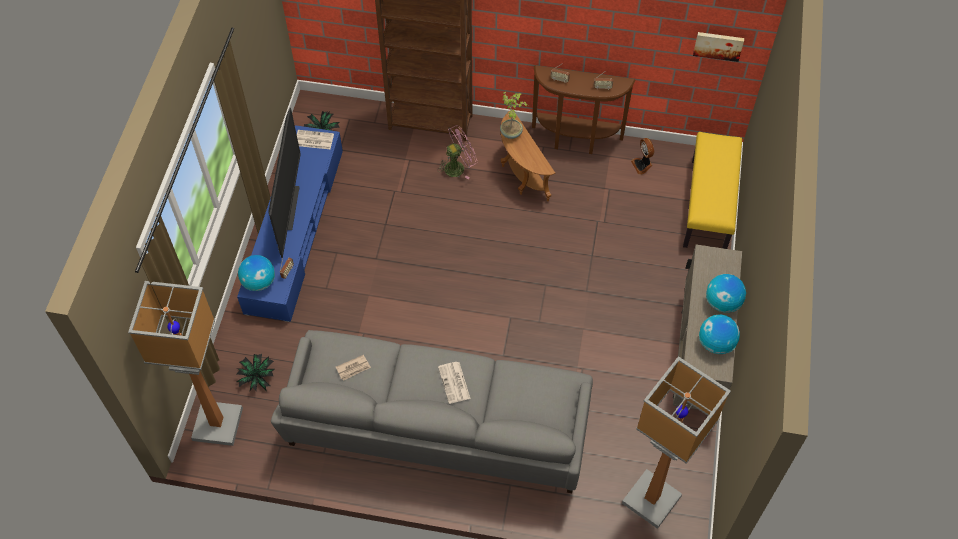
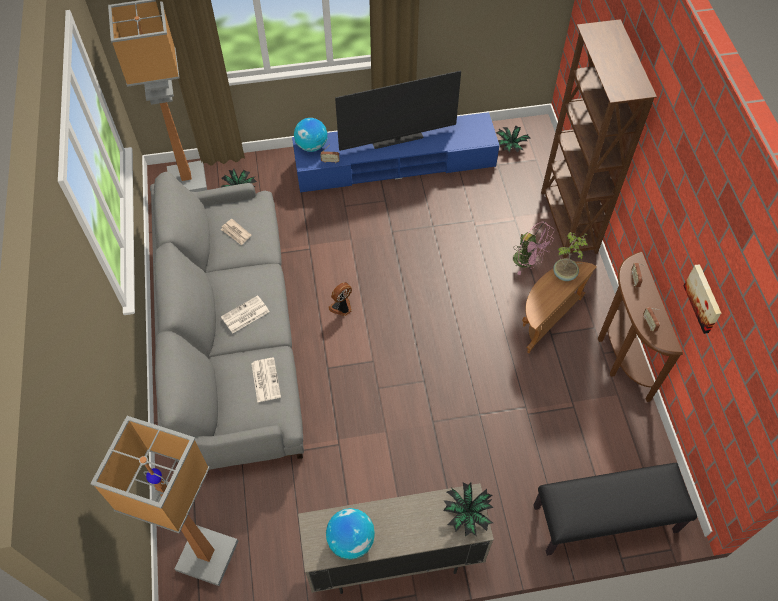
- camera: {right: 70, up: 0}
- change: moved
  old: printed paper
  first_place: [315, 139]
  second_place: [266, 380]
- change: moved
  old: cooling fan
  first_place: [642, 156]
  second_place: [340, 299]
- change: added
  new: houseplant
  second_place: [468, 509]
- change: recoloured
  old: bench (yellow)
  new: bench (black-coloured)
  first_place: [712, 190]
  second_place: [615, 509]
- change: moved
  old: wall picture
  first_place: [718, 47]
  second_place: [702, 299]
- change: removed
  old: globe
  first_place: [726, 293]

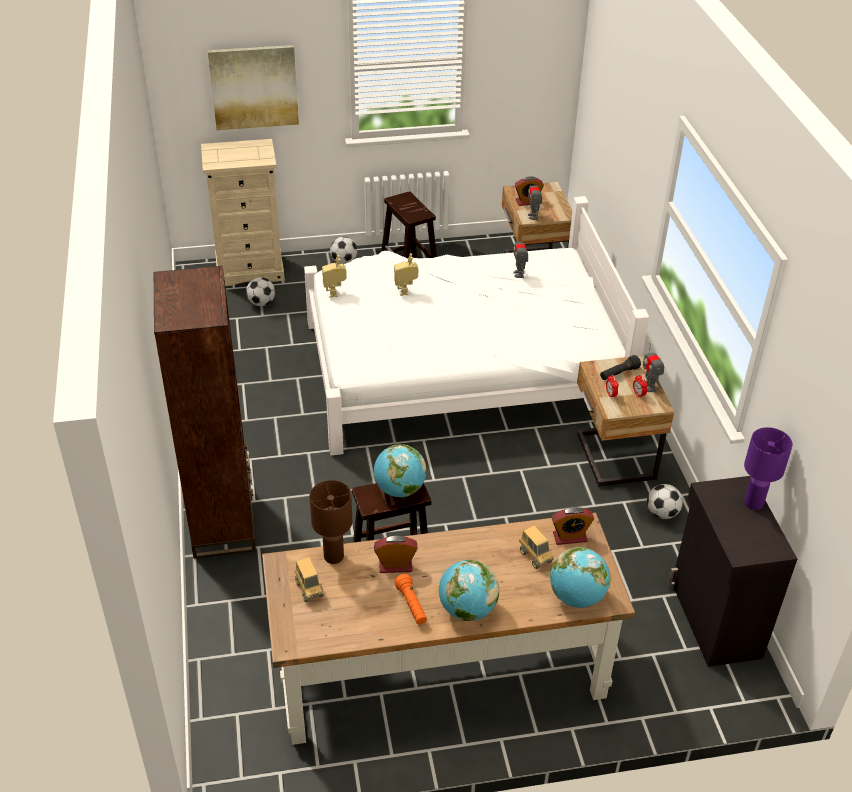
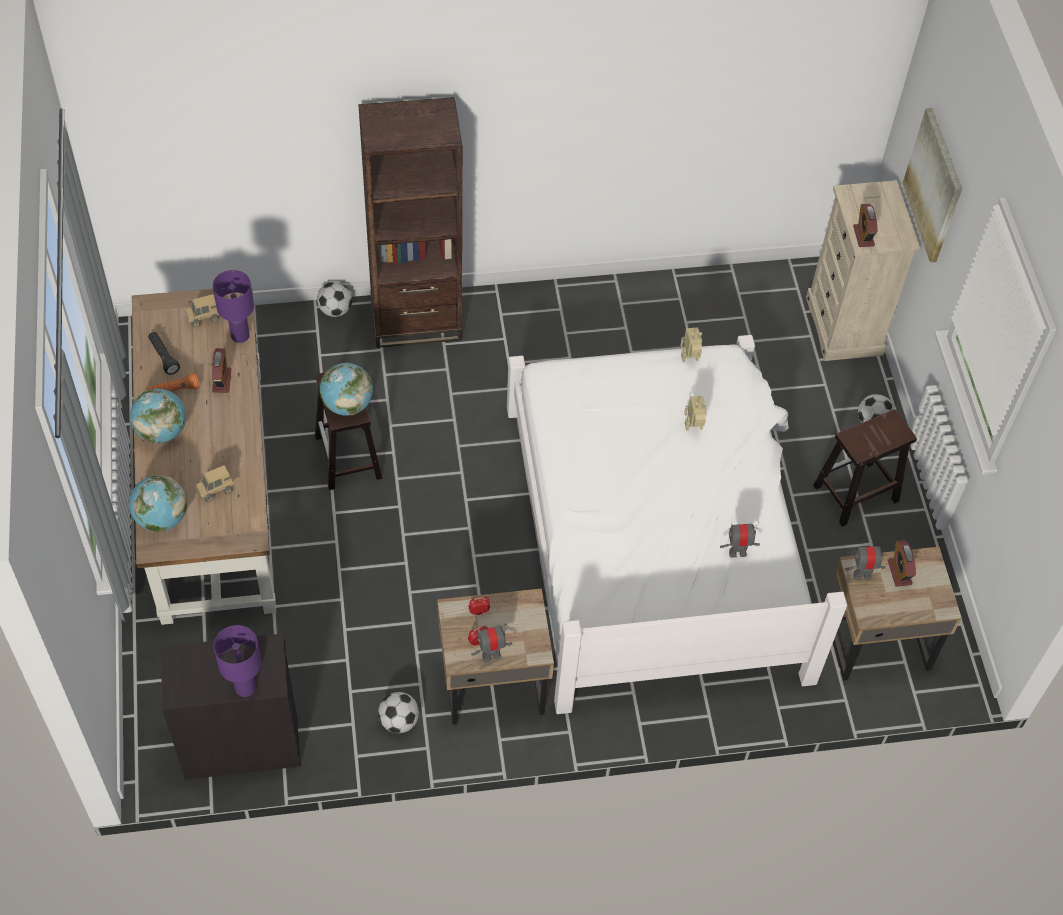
- camera: {right: 90, up: 15}
- change: moved
  old: hand torch (black-coloured)
  first_place: [620, 367]
  second_place: [164, 353]
- change: recoloured
  old: tabletop lamp (brown-coloured)
  new: tabletop lamp (purplish)
  first_place: [331, 522]
  second_place: [233, 306]
- change: moved
  old: ball for football
  first_place: [260, 291]
  second_place: [334, 299]
- change: moved
  old: table clock
  first_place: [573, 526]
  second_place: [865, 225]

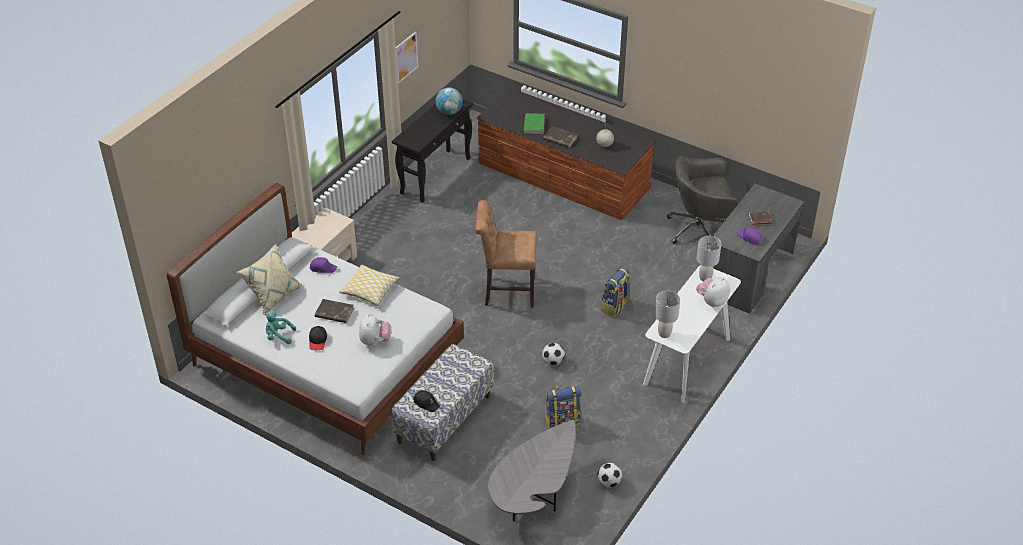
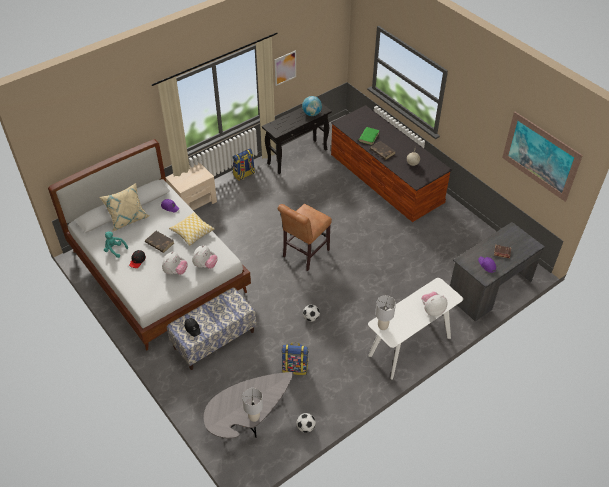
- camera: {right: 20, up: 5}
- change: added
  new: cuddly toy
  second_place: [205, 257]
- change: moved
  old: rucksack
  first_place: [616, 292]
  second_place: [243, 165]
- change: moved
  old: tabletop lamp (grey)
  first_place: [708, 259]
  second_place: [252, 405]
- change: turned
  old: upright chair (brown-coloured)
  first_place: [506, 253]
  second_place: [305, 237]
  degrees: -75
- change: added
  new: wall picture
  second_place: [542, 157]
- change: removed
  old: computer chair (grey)
  first_place: [702, 200]

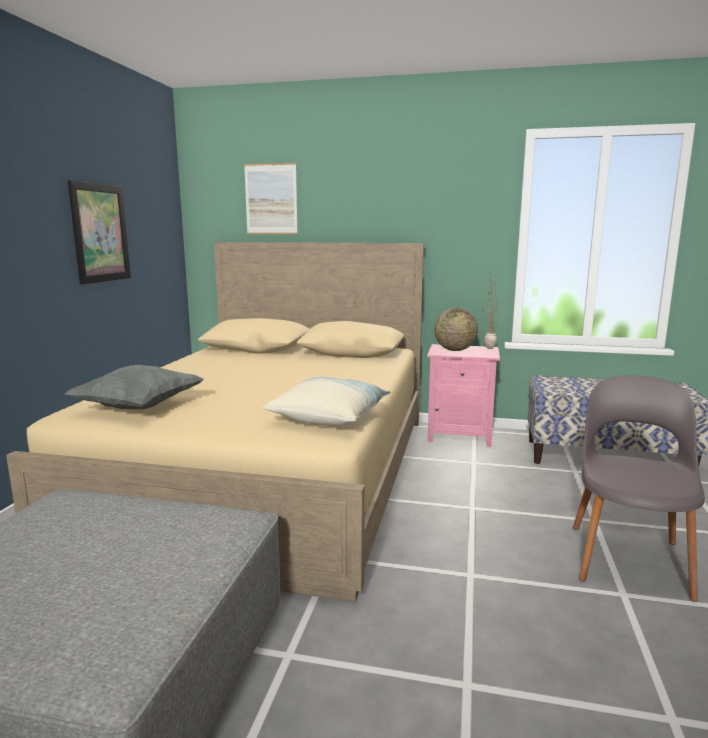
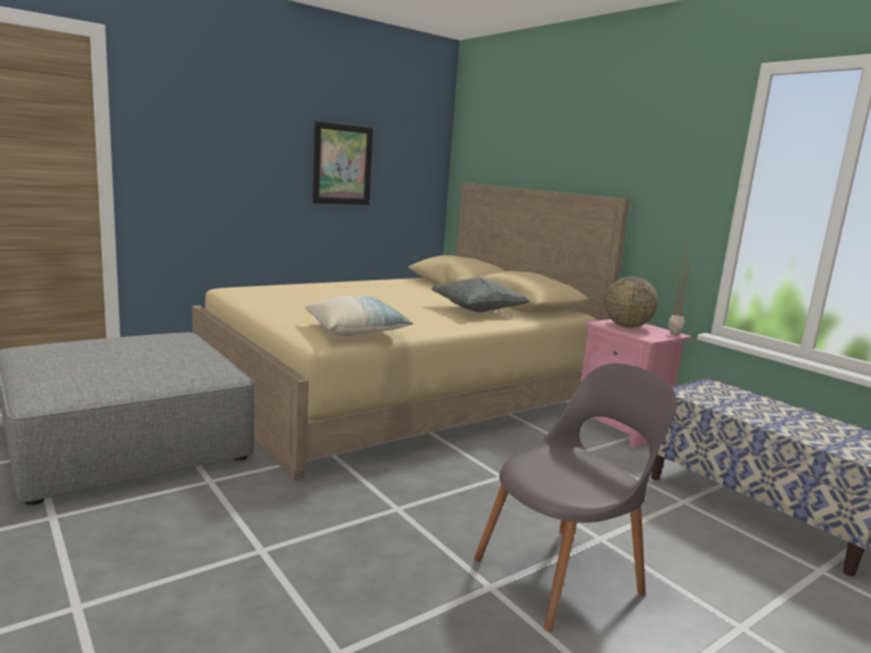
- camera: {right: 40, up: 0}
- change: moved
  old: cushion (grey)
  first_place: [134, 387]
  second_place: [480, 295]
- change: removed
  old: wall picture
  first_place: [271, 198]

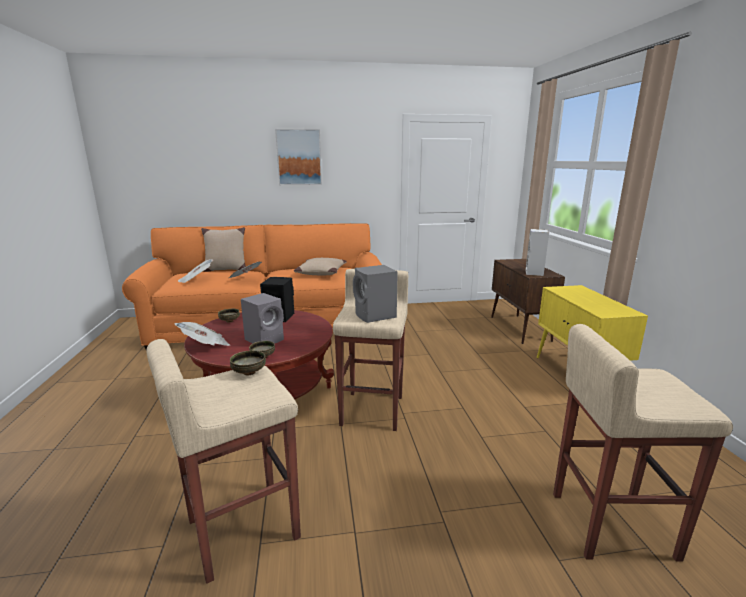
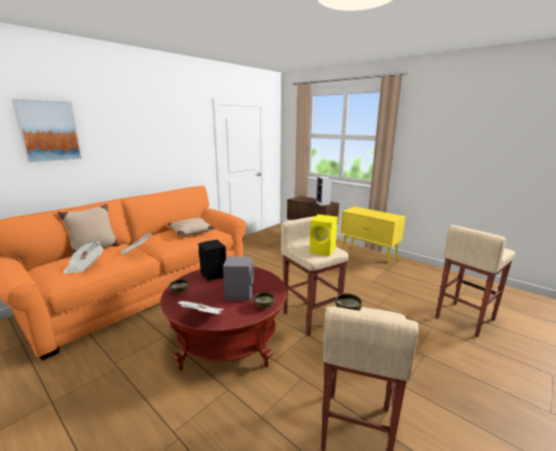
- camera: {right: -40, up: 0}
- change: moved
  old: wall picture
  first_place: [298, 157]
  second_place: [47, 131]
- change: recoloured
  old: audio speaker (grey)
  new: audio speaker (yellow)
  first_place: [375, 294]
  second_place: [324, 235]

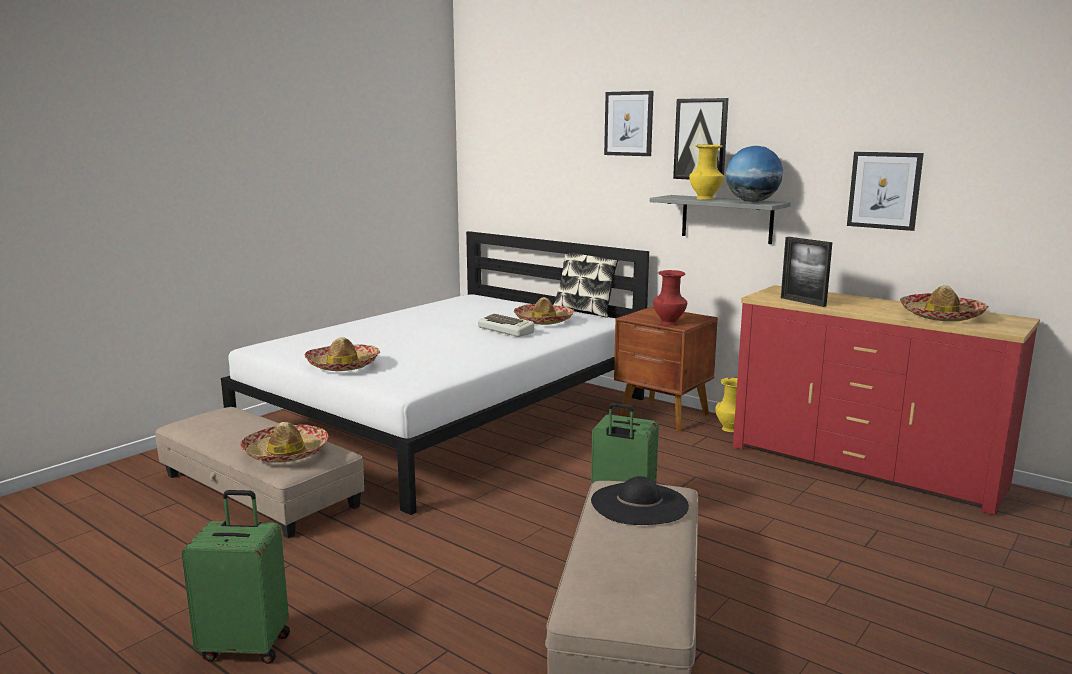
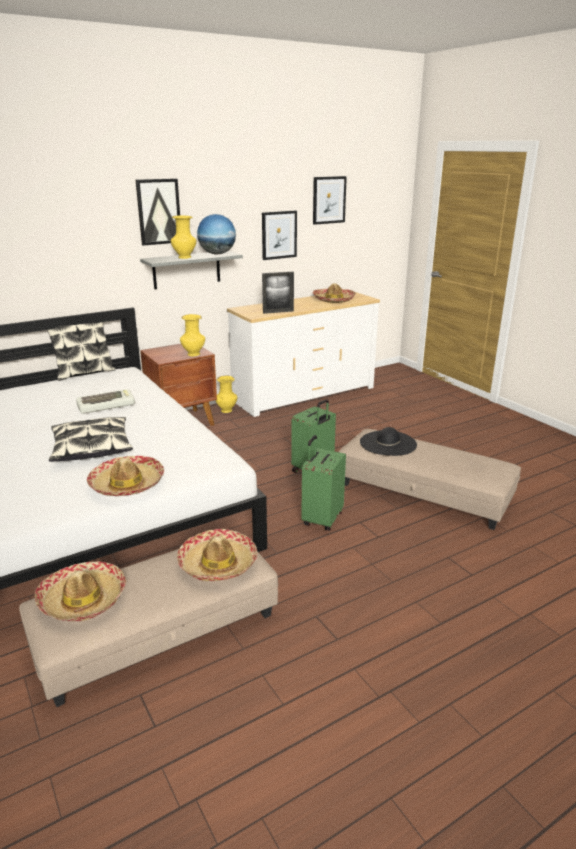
- camera: {right: -70, up: 10}
- change: moved
  old: hat
  first_place: [544, 311]
  second_place: [80, 591]
- change: added
  new: cushion
  second_place: [91, 439]
- change: recoloured
  old: vase (reddish)
  new: vase (yellow)
  first_place: [670, 297]
  second_place: [192, 335]
- change: recoloured
  old: drawer chest (reddish)
  new: drawer chest (whitish)
  first_place: [886, 400]
  second_place: [303, 354]
- change: moved
  old: piece of luggage (green)
  first_place: [236, 577]
  second_place: [323, 483]
- change: moved
  old: wall picture
  first_place: [629, 123]
  second_place: [330, 200]

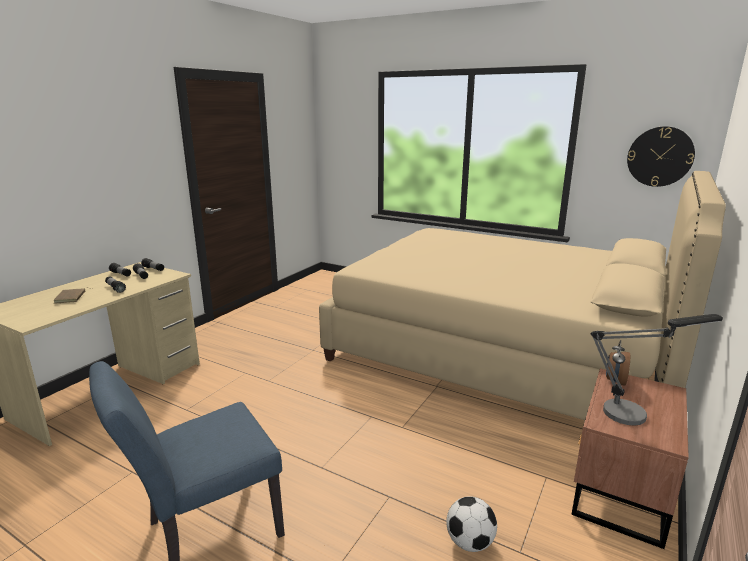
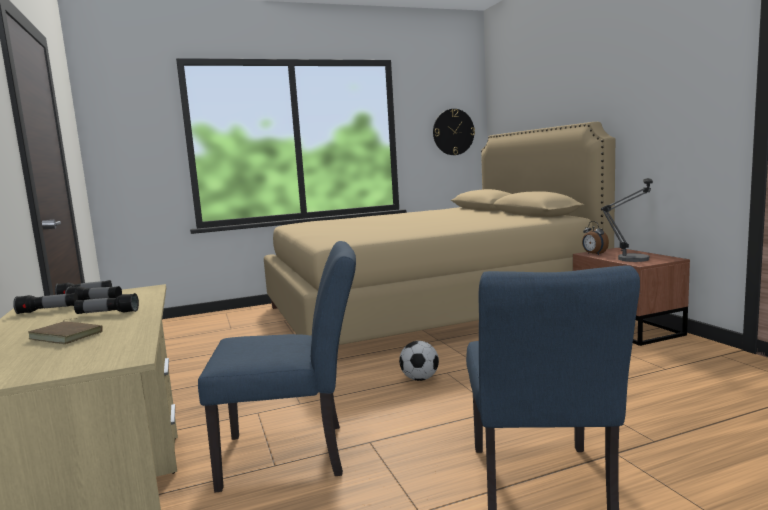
- camera: {right: -50, up: -10}
- change: added
  new: upright chair (blue)
  second_place: [277, 367]
- change: moved
  old: ball for football
  first_place: [471, 524]
  second_place: [419, 361]

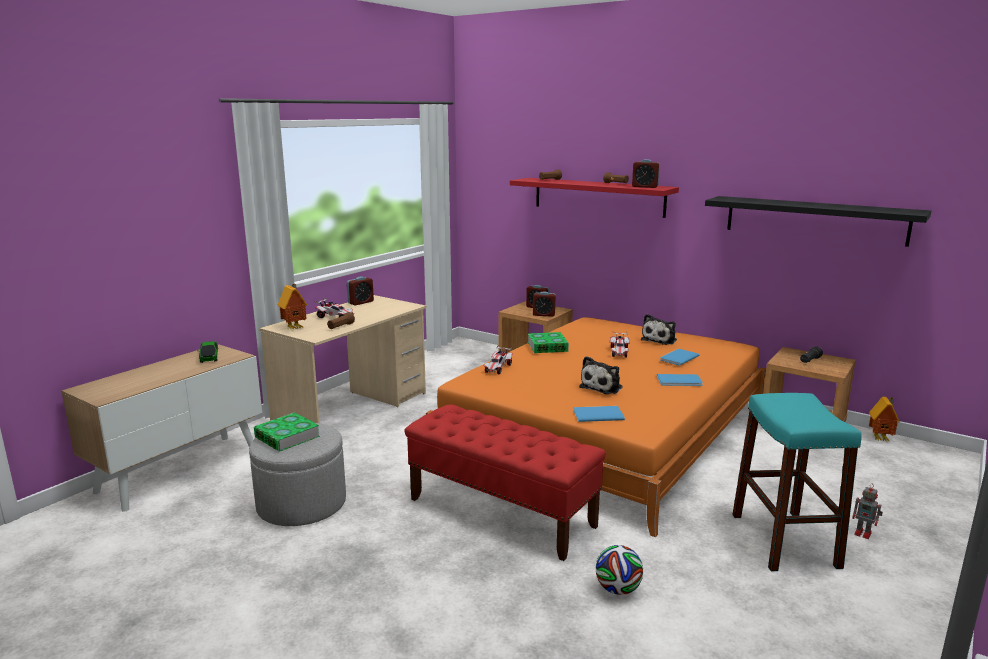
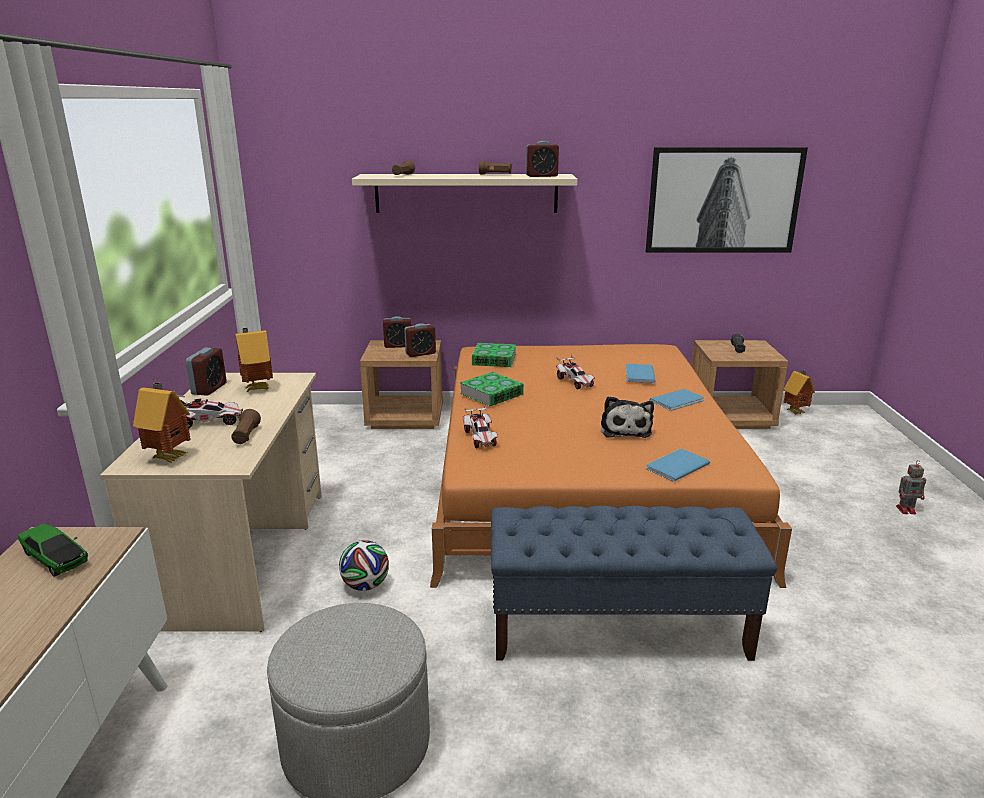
- camera: {right: -35, up: 5}
- change: added
  new: miniature house
  second_place: [254, 360]
- change: moved
  old: ball for football
  first_place: [619, 570]
  second_place: [364, 565]
- change: recoloured
  old: shelf (reddish)
  new: shelf (sand-coloured)
  first_place: [594, 198]
  second_place: [464, 193]
- change: moved
  old: book
  first_place: [287, 432]
  second_place: [494, 355]
- change: recoloured
  old: bench (reddish)
  new: bench (blue)
  first_place: [505, 482]
  second_place: [634, 583]
- change: replaced
  old: shelf (black-coloured)
  new: wall picture
  first_place: [818, 221]
  second_place: [727, 199]
- change: removed
  old: cuddly toy
  first_place: [659, 329]
- change: removed
  old: sitting stool (turquoise)
  first_place: [797, 482]

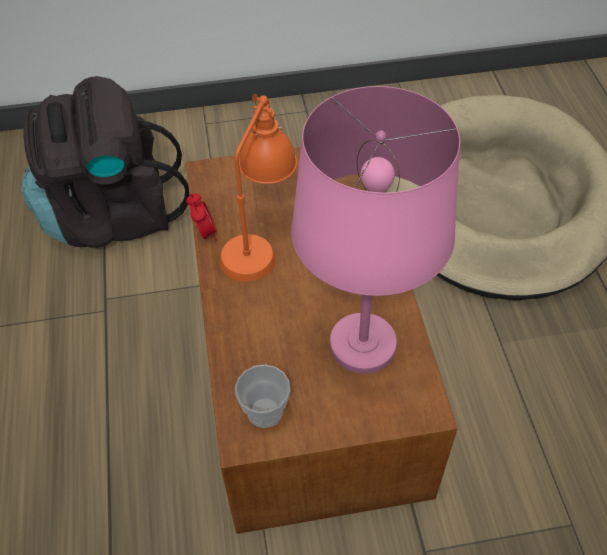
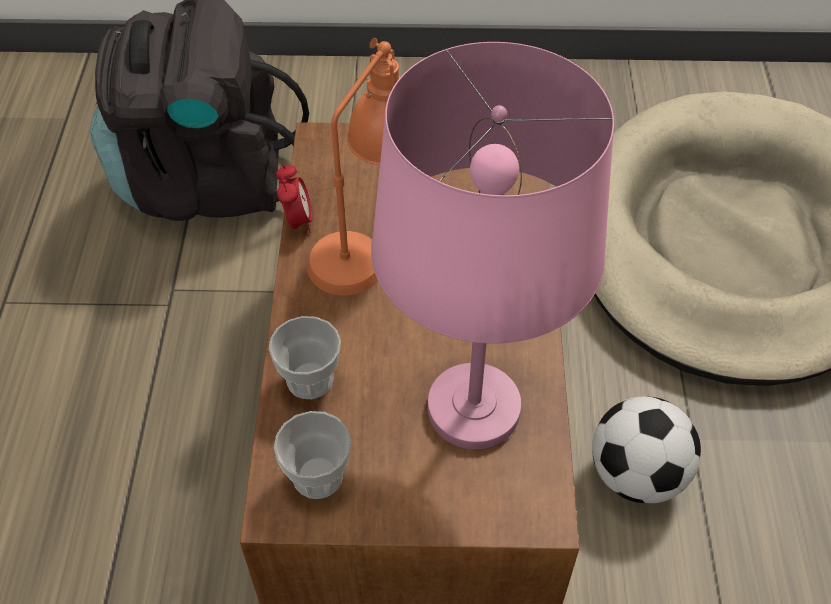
- camera: {right: 10, up: 0}
- change: added
  new: drinking cup
  second_place: [305, 357]
- change: added
  new: ball for football
  second_place: [646, 450]

